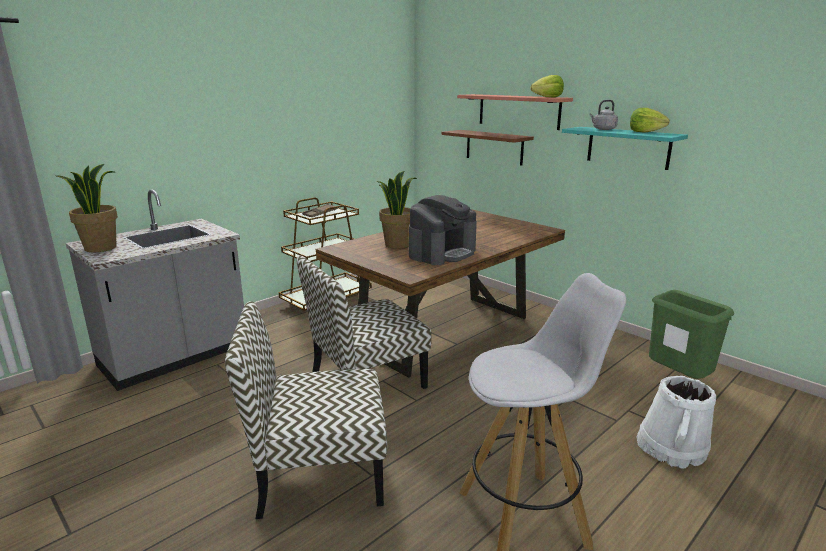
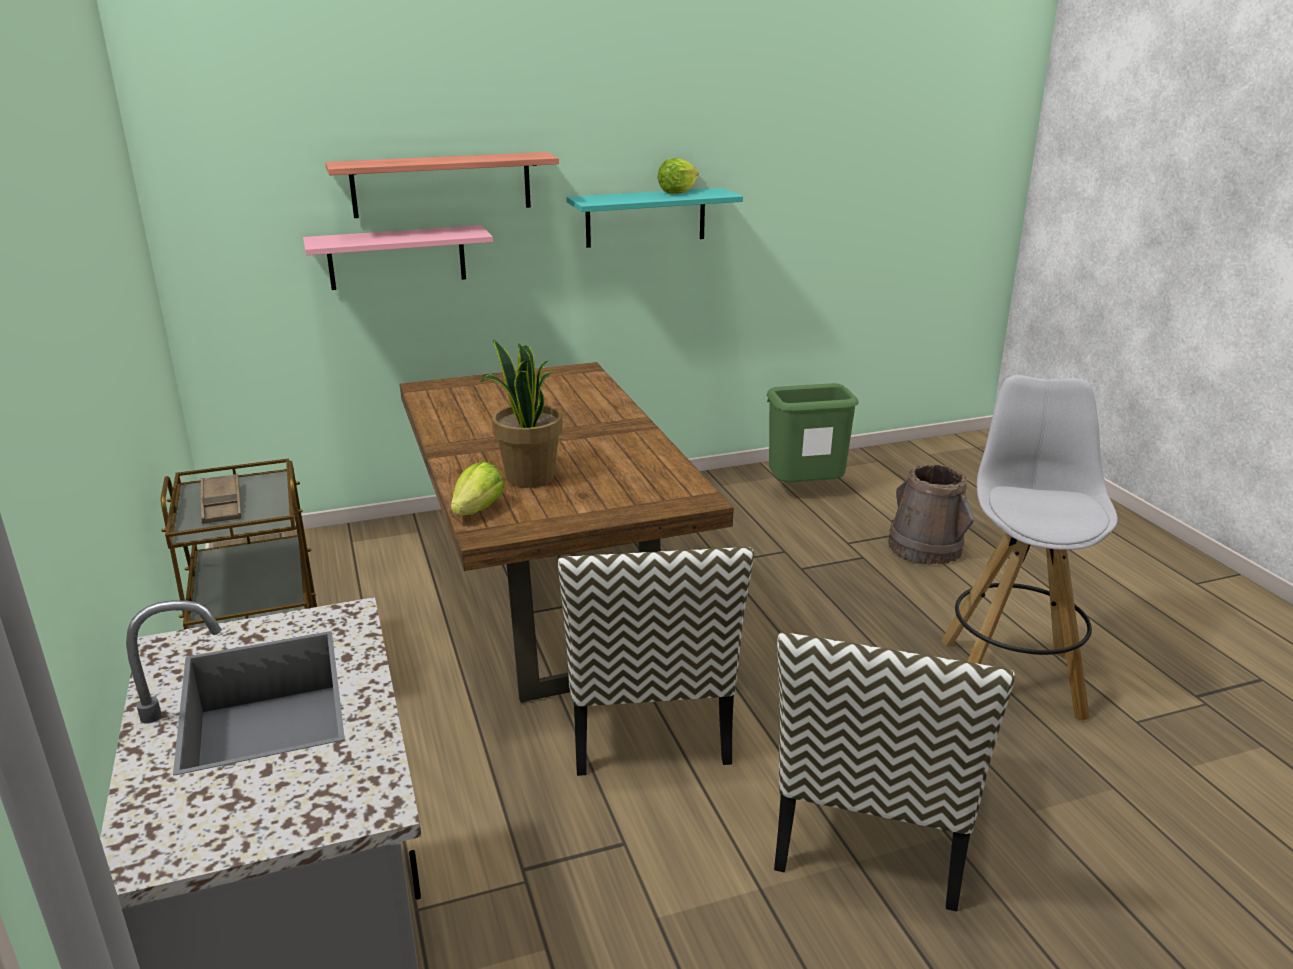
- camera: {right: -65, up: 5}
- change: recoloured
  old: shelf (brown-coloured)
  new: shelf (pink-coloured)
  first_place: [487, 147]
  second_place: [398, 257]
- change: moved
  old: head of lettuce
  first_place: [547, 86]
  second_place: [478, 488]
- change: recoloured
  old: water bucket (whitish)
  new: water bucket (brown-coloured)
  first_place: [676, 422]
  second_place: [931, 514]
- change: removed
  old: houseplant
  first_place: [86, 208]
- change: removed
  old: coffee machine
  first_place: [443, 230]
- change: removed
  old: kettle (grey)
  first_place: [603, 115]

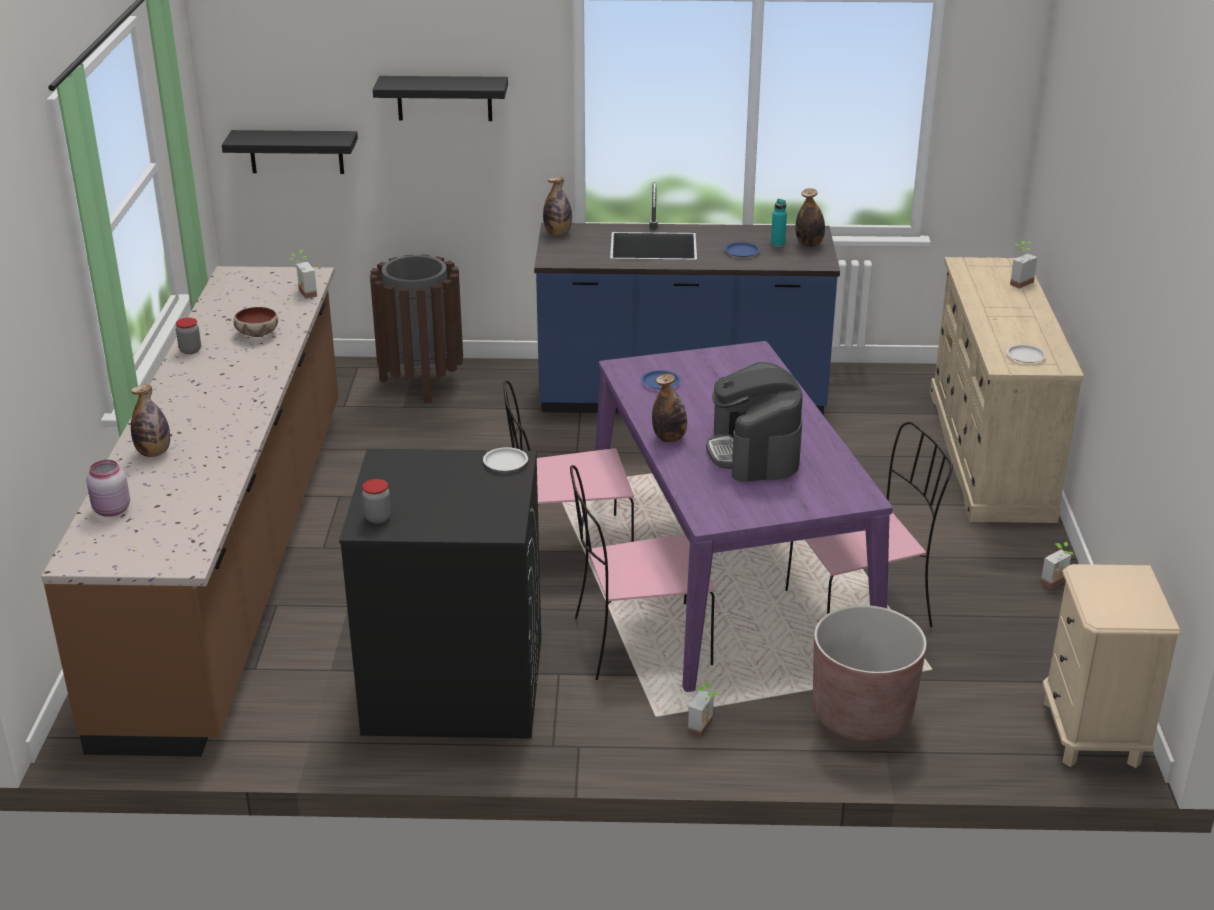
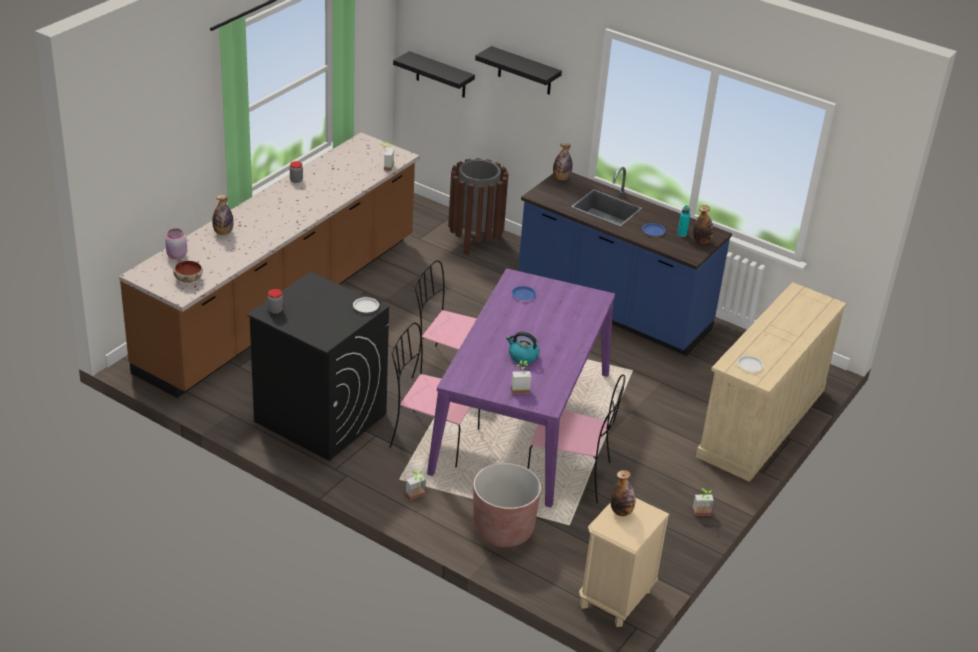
- camera: {right: 30, up: 5}
- change: moved
  old: serving bowl
  first_place: [255, 322]
  second_place: [188, 272]
- change: replaced
  old: coffee machine
  new: kettle
  first_place: [754, 422]
  second_place: [523, 348]
- change: moved
  old: houseplant
  first_place: [1023, 265]
  second_place: [521, 377]
- change: moved
  old: beverage bottle
  first_place: [669, 408]
  second_place: [623, 493]

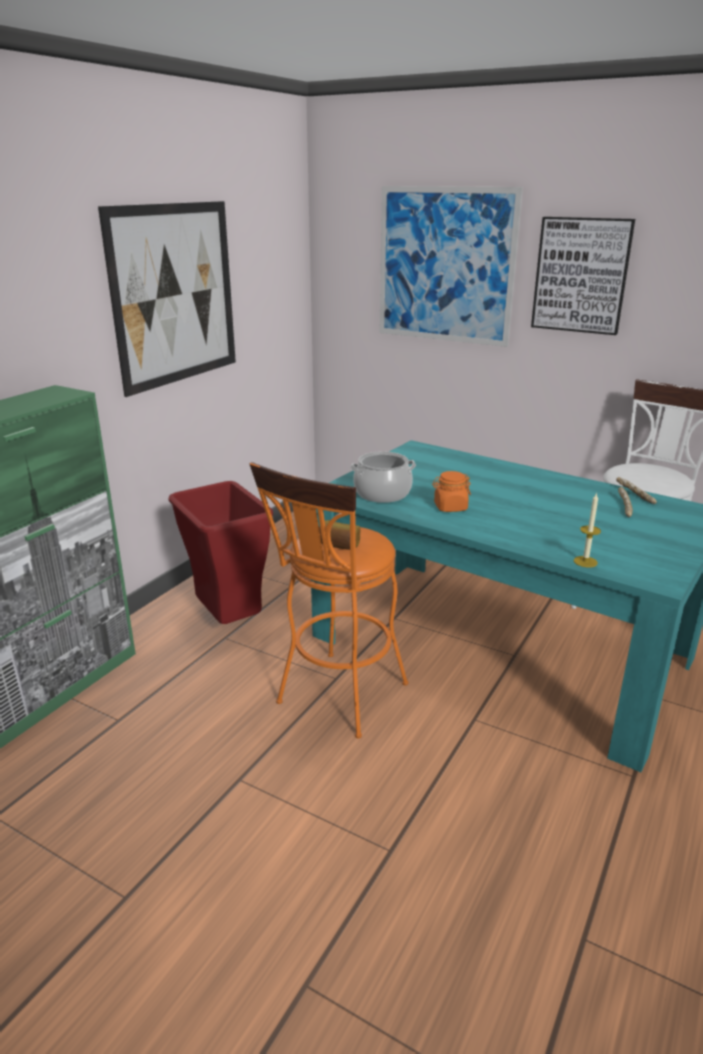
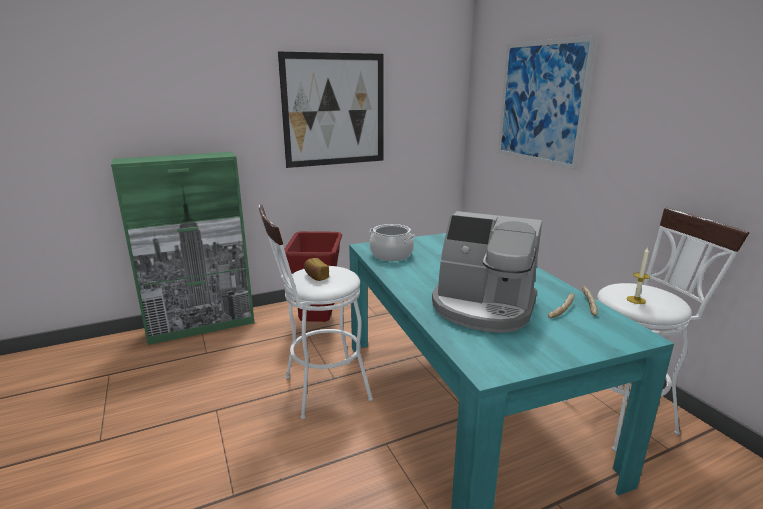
- camera: {right: 35, up: -5}
- change: recoloured
  old: sitting stool (orange-coloured)
  new: sitting stool (whitish)
  first_place: [328, 600]
  second_place: [316, 312]
- change: added
  new: coffee machine
  second_place: [487, 272]
- change: moved
  old: wax light
  first_place: [587, 529]
  second_place: [638, 275]
- change: removed
  old: jar (orange-coloured)
  first_place: [451, 491]
- change: removed
  old: wall picture
  first_place: [583, 276]

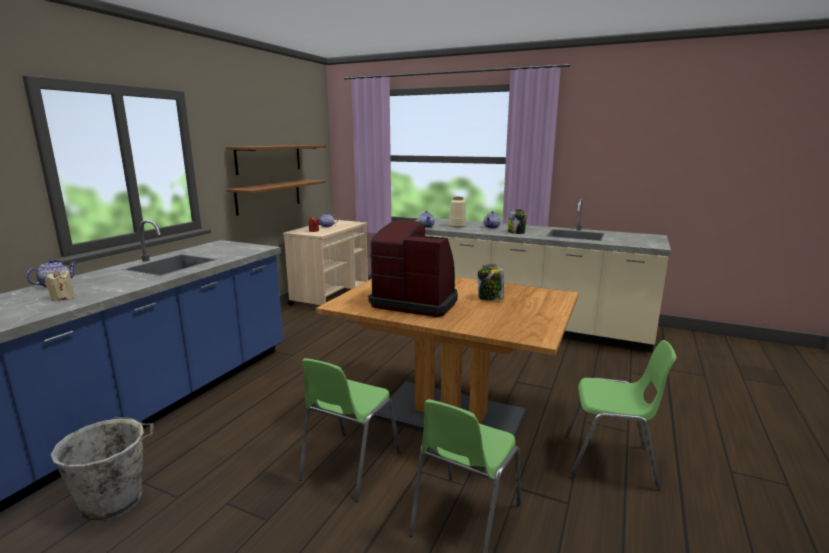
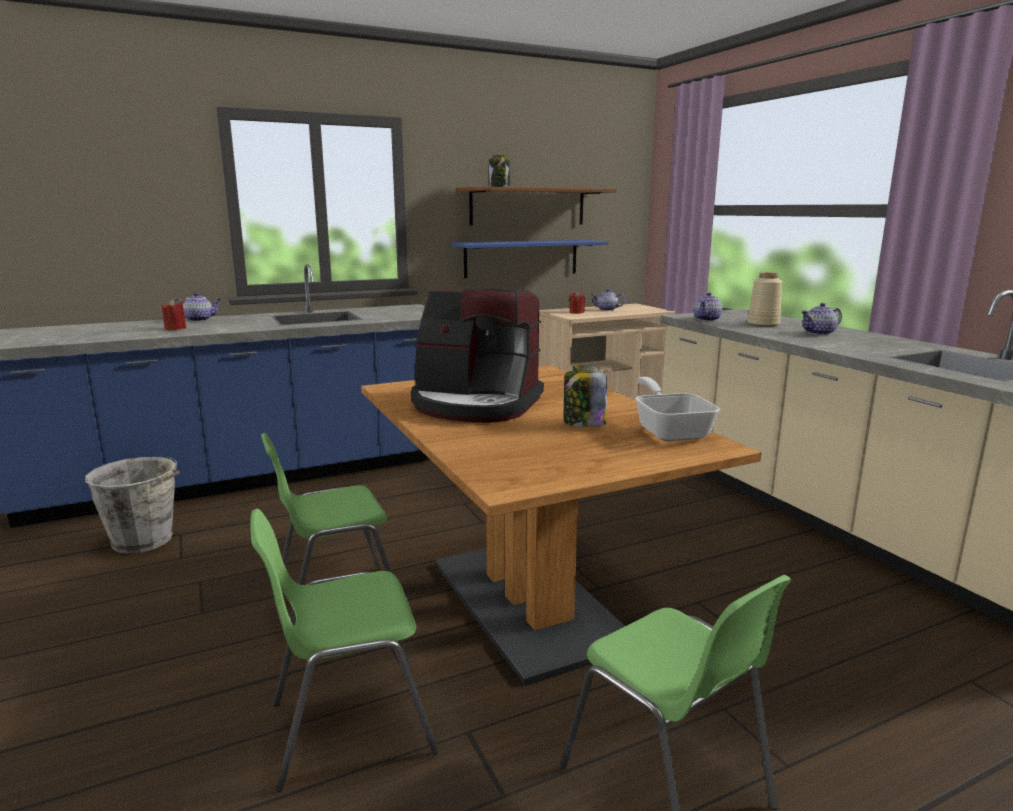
- camera: {right: 40, up: 0}
- change: recoloured
  old: wax light (sand-coloured)
  new: wax light (reddish)
  first_place: [60, 285]
  second_place: [174, 314]
- change: turned
  old: coffee machine
  first_place: [413, 268]
  second_place: [477, 355]
  degrees: 135
- change: recoloured
  old: shelf (brown-coloured)
  new: shelf (blue)
  first_place: [276, 198]
  second_place: [529, 259]
- change: moved
  old: jar
  first_place: [517, 221]
  second_place: [499, 171]
- change: added
  new: frying pan
  second_place: [677, 409]

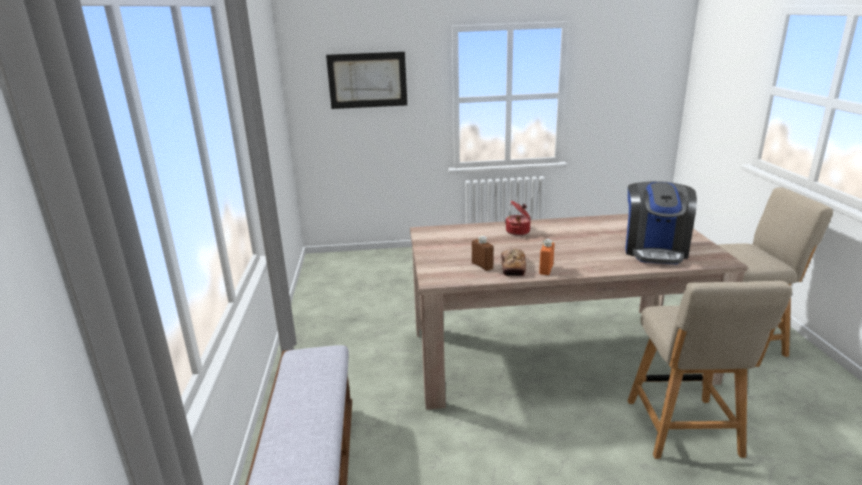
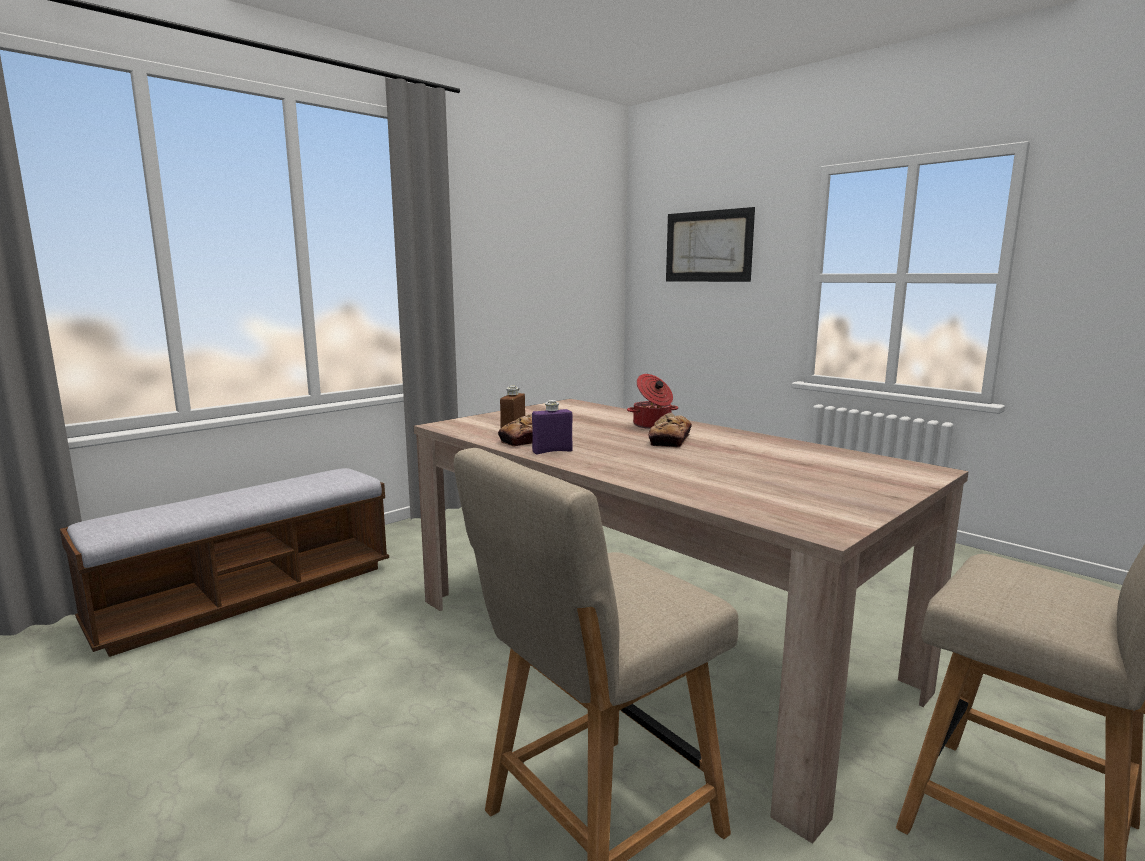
- camera: {right: 50, up: -10}
- change: recoloured
  old: beverage bottle (orange-coloured)
  new: beverage bottle (purplish)
  first_place: [546, 257]
  second_place: [552, 427]
- change: added
  new: baked bread
  second_place: [670, 429]
- change: removed
  old: coffee machine
  first_place: [661, 222]

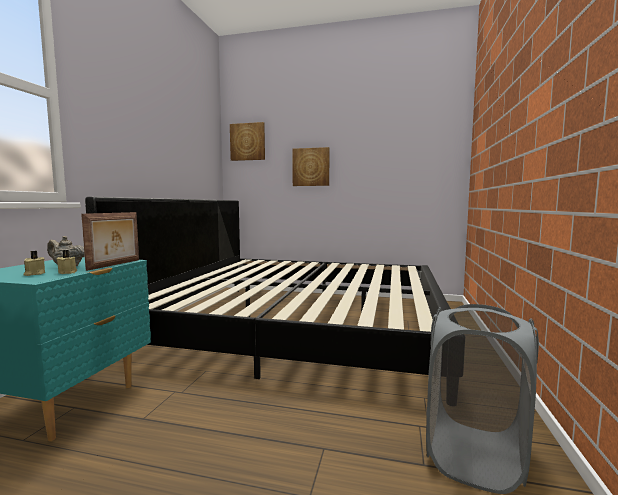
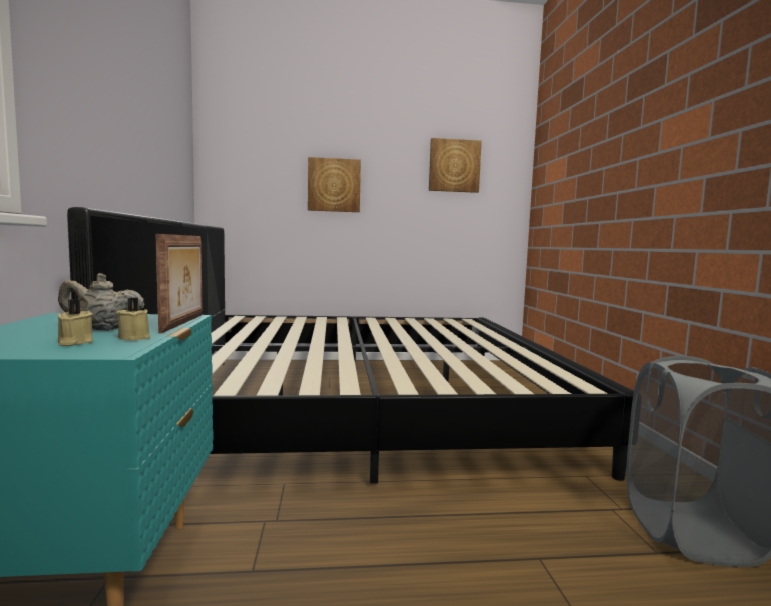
- camera: {right: -20, up: 0}
- change: moved
  old: wall picture
  first_place: [247, 141]
  second_place: [455, 165]

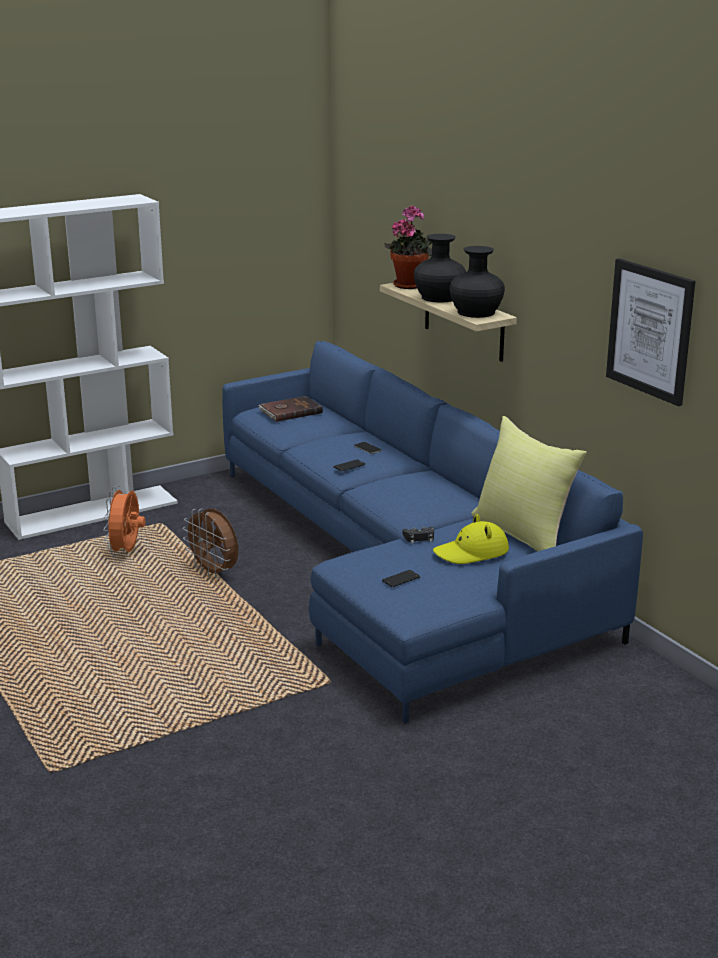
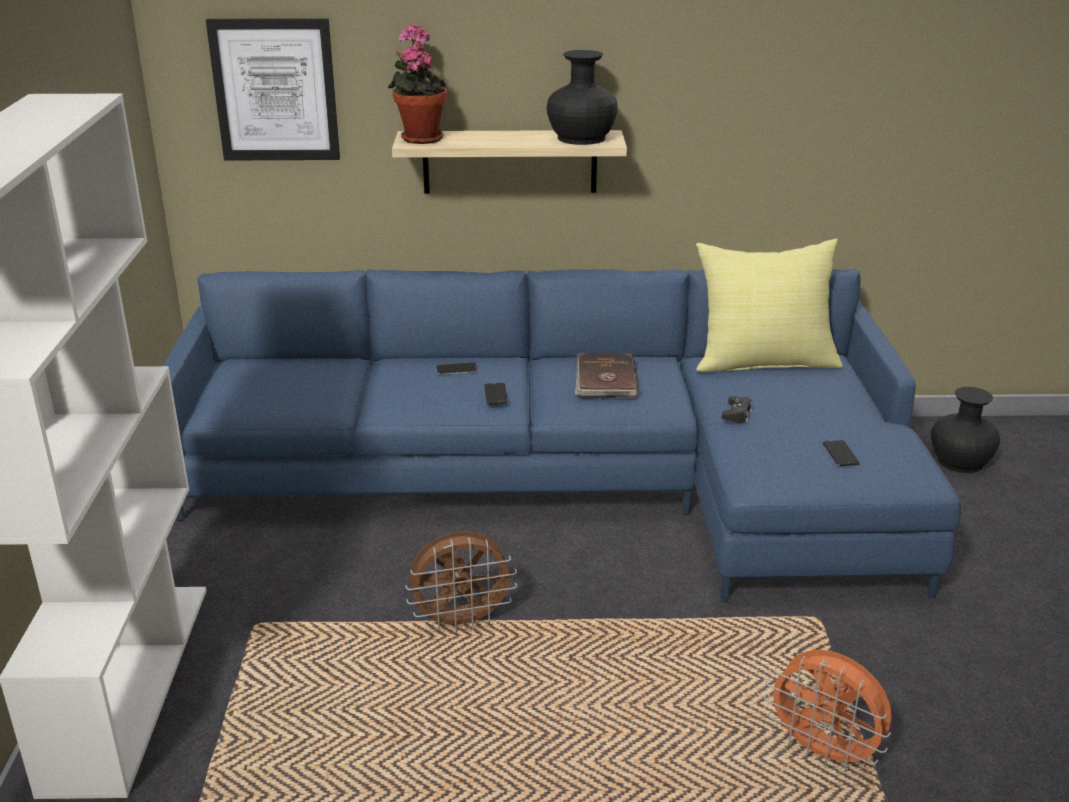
- camera: {right: -60, up: 5}
- change: moved
  old: wall picture
  first_place: [650, 332]
  second_place: [273, 89]
- change: moved
  old: book (brown-coloured)
  first_place: [290, 409]
  second_place: [606, 375]
- change: moved
  old: cooling fan (orange-coloured)
  first_place: [124, 521]
  second_place: [828, 711]
- change: moved
  old: vase (black-coloured)
  first_place: [440, 268]
  second_place: [965, 430]
- change: removed
  old: hat (yellow)
  first_place: [471, 539]

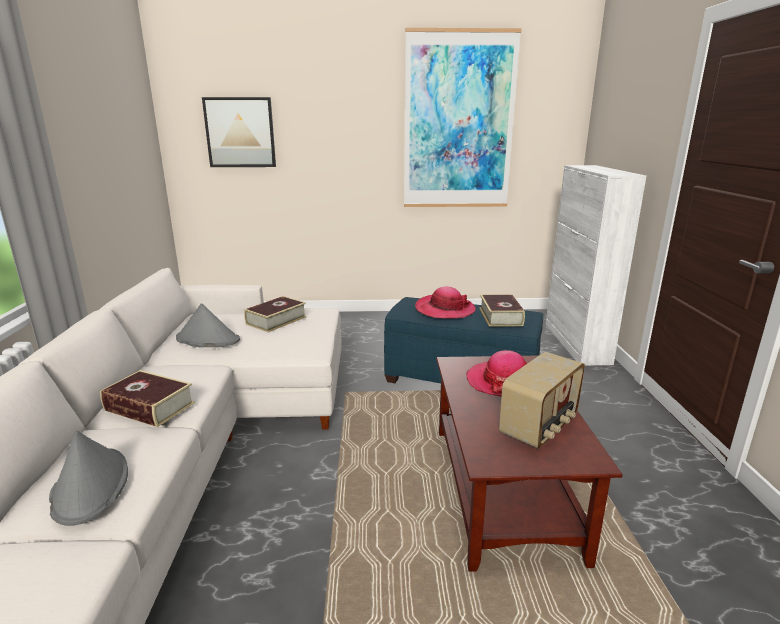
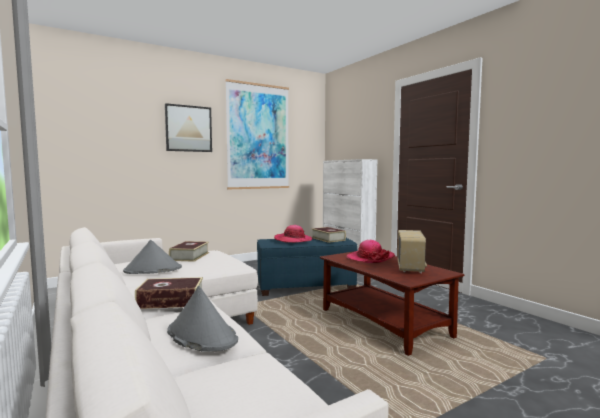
- camera: {right: -30, up: -15}
- change: moved
  old: wall picture
  first_place: [239, 132]
  second_place: [188, 127]

